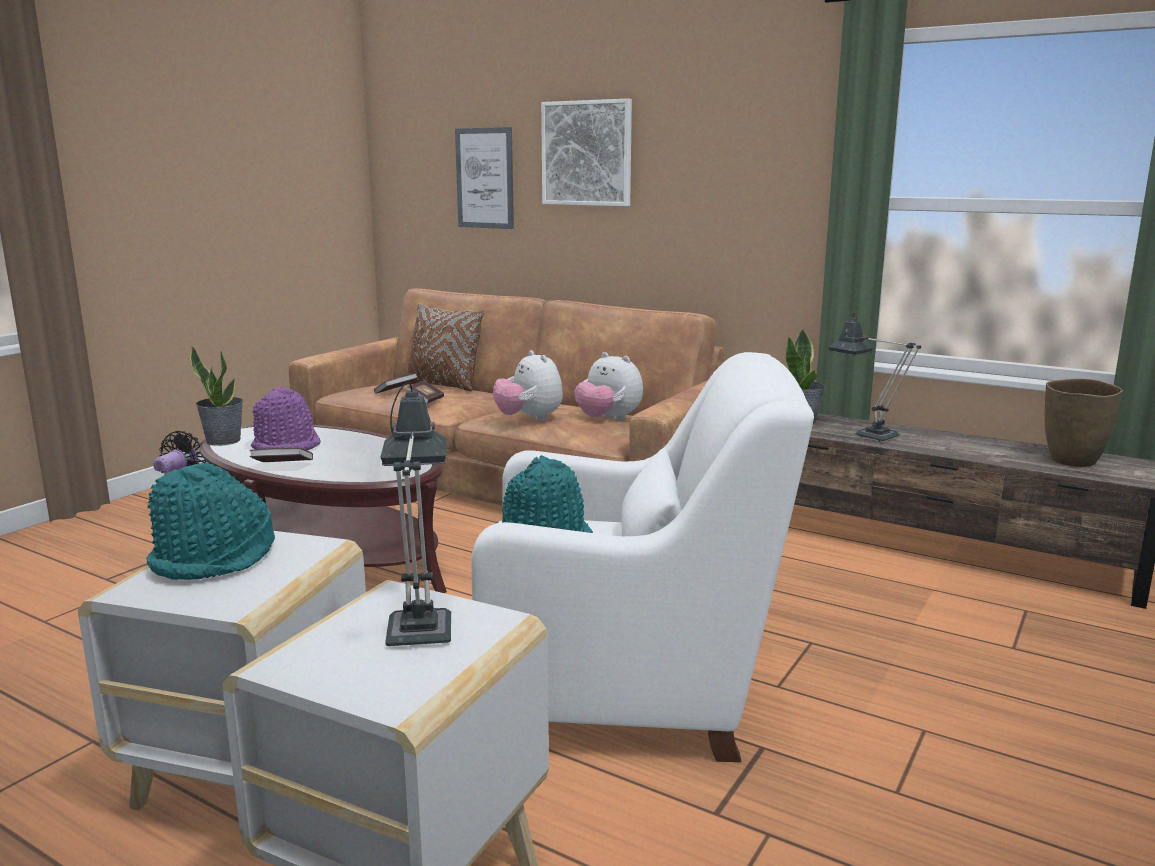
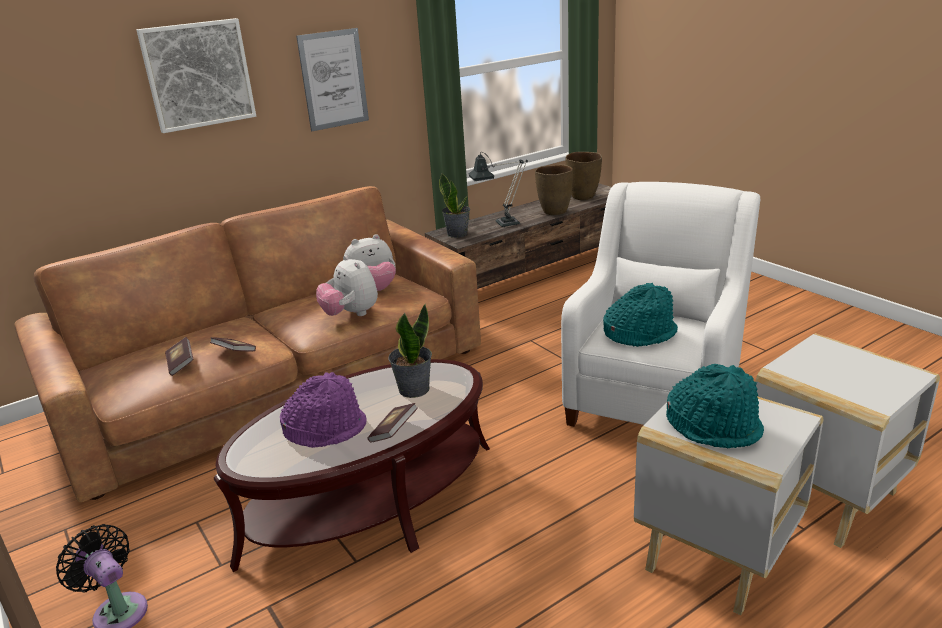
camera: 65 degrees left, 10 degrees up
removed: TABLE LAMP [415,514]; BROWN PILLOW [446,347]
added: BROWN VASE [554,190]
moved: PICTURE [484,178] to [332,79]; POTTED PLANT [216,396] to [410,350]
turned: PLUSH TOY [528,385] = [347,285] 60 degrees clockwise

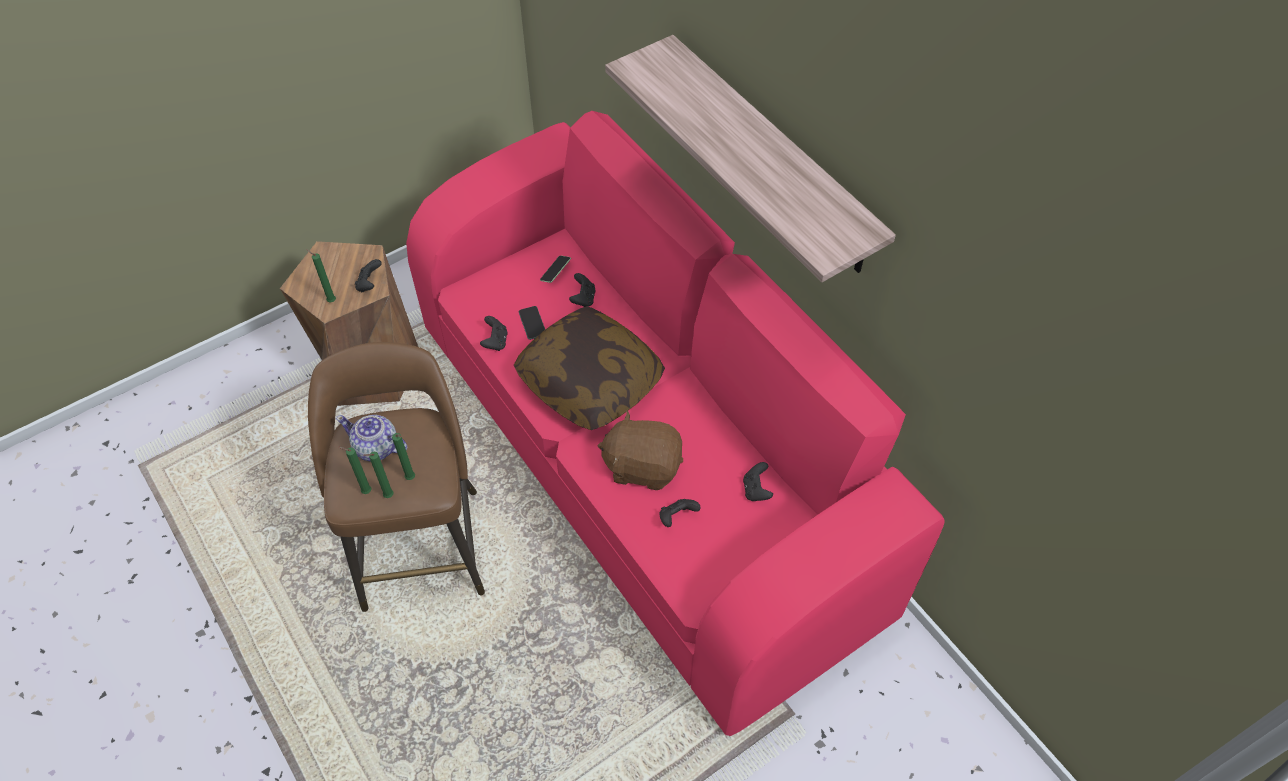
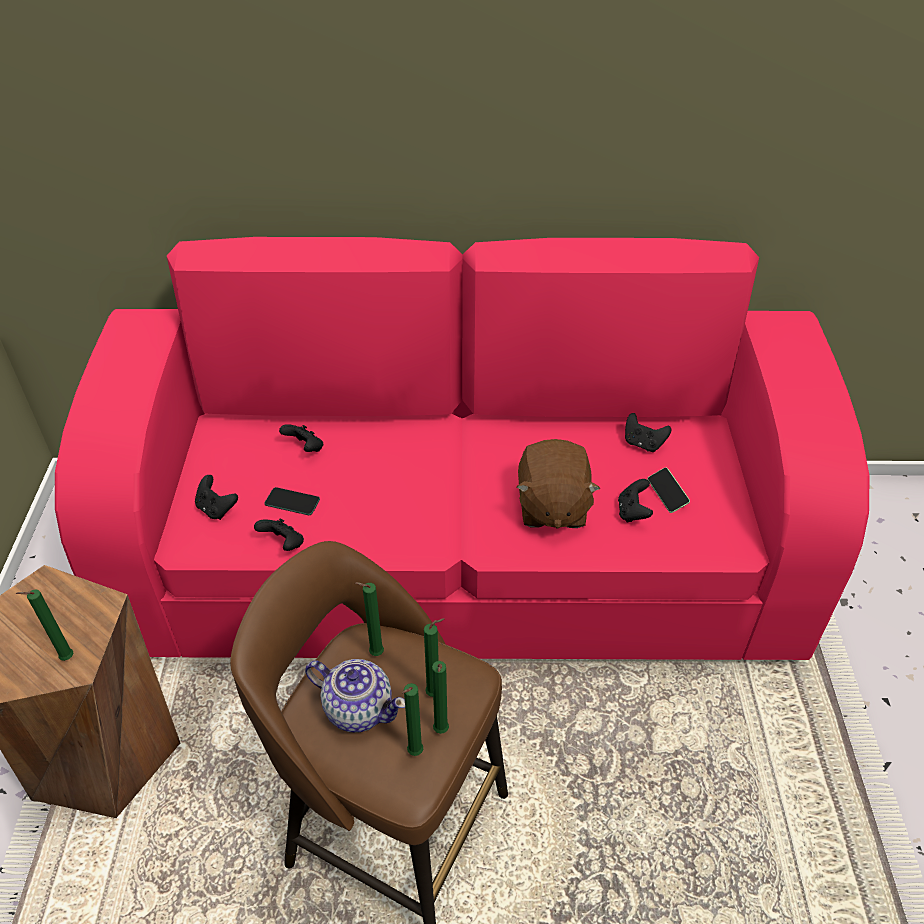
camera: 55 degrees left, 10 degrees down
removed: PILLOW [589,368]; SHELF [750,158]
added: GREEN CANDLE [369,619]
moved: BLACK GAME CONTROLLER [368,275] to [216,497]; PHONE [555,269] to [668,490]
turned: TEAPOT [371,438] = [355,696] 120 degrees counterclockwise; BROWN PLUSH TOY [640,450] = [558,484] 45 degrees counterclockwise

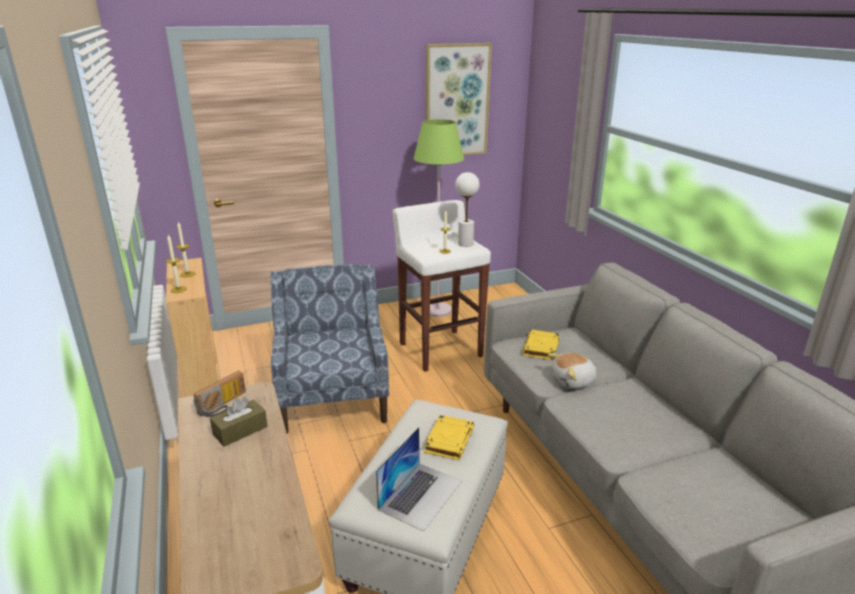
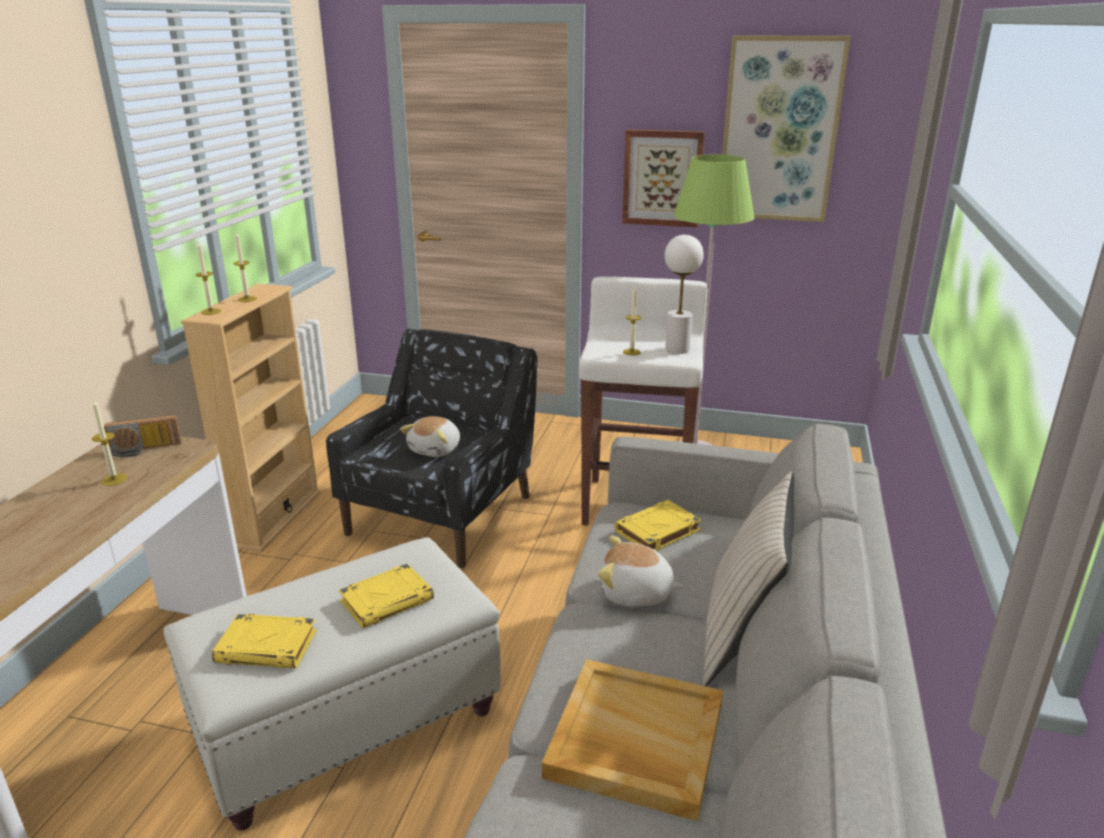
camera: 35 degrees right, 0 degrees up
added: PLUSH TOY [430,436]; BEIGE TRAY [632,740]; PICTURE [663,178]; BEIGE PILLOW [748,579]
replaced: BROWN TISSUE BOX [239,422] to CANDLE [109,442]; LAPTOP [419,479] to YELLOW BOOK [264,641]
recoloured: BLUE ARMCHAIR [329,348] to BLACK ARMCHAIR [431,448]

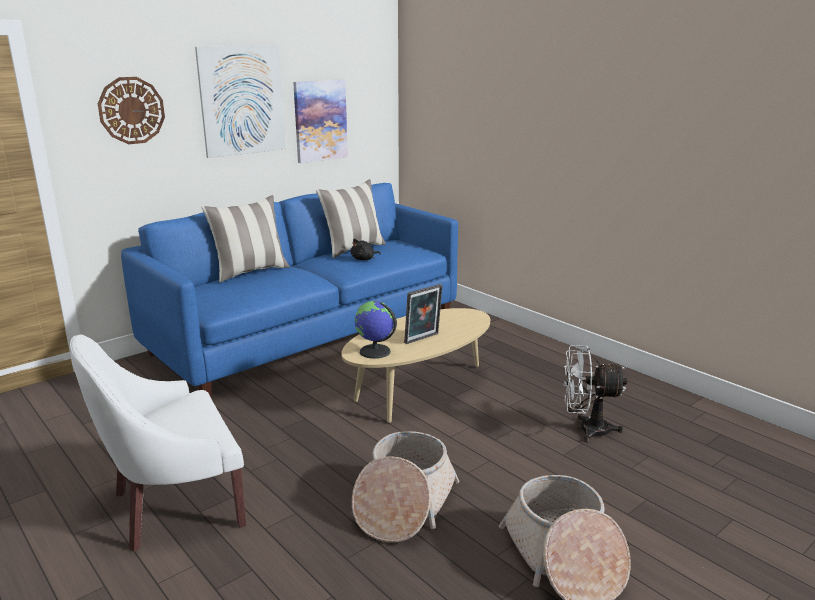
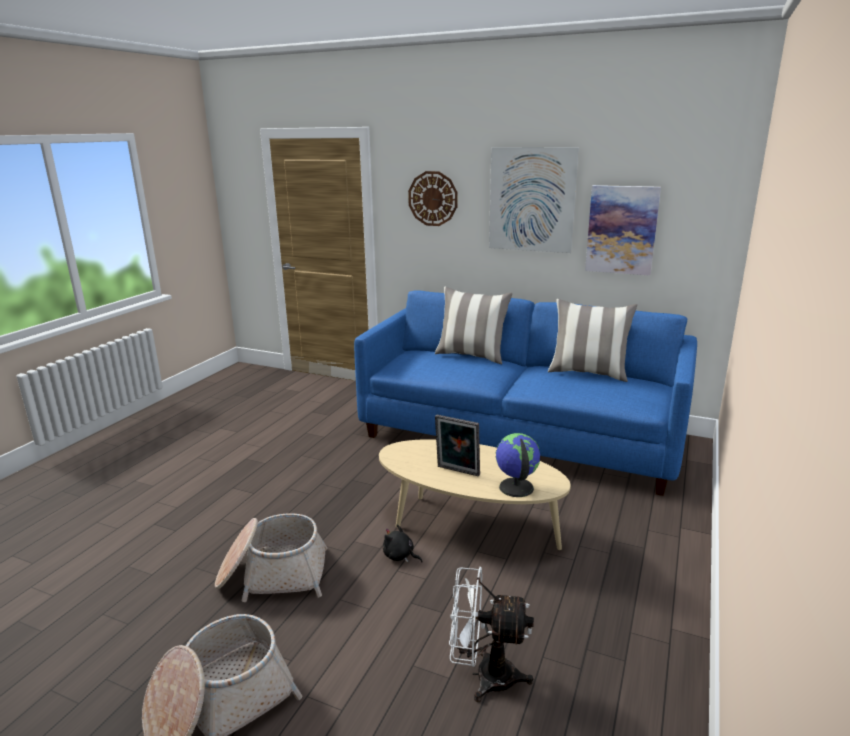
camera: 65 degrees right, 0 degrees up
removed: WHITE ARMCHAIR [158,443]
moved: BLACK PLUSH TOY [366,249] to [403,543]; GLOBE [376,330] to [517,465]
turned: WHITE FAN [595,394] = [491,634] 60 degrees counterclockwise

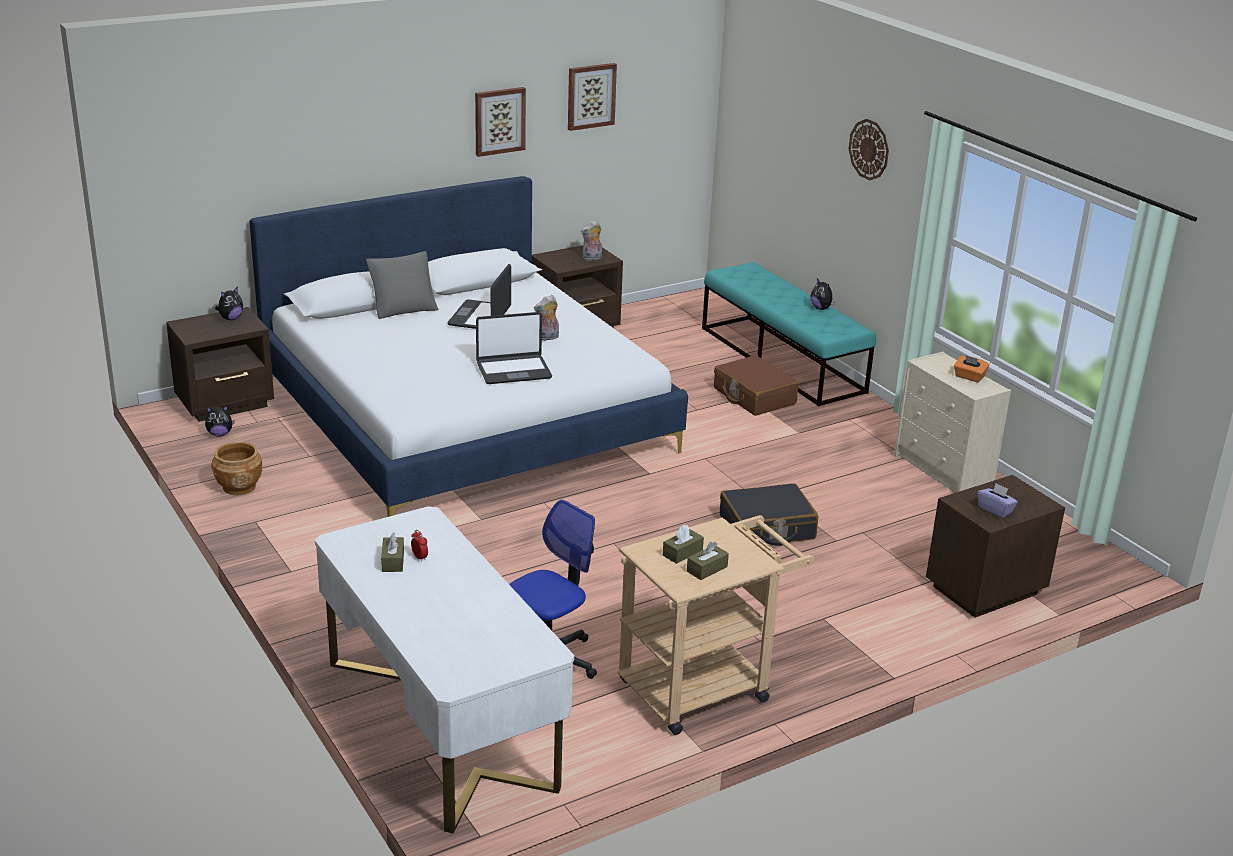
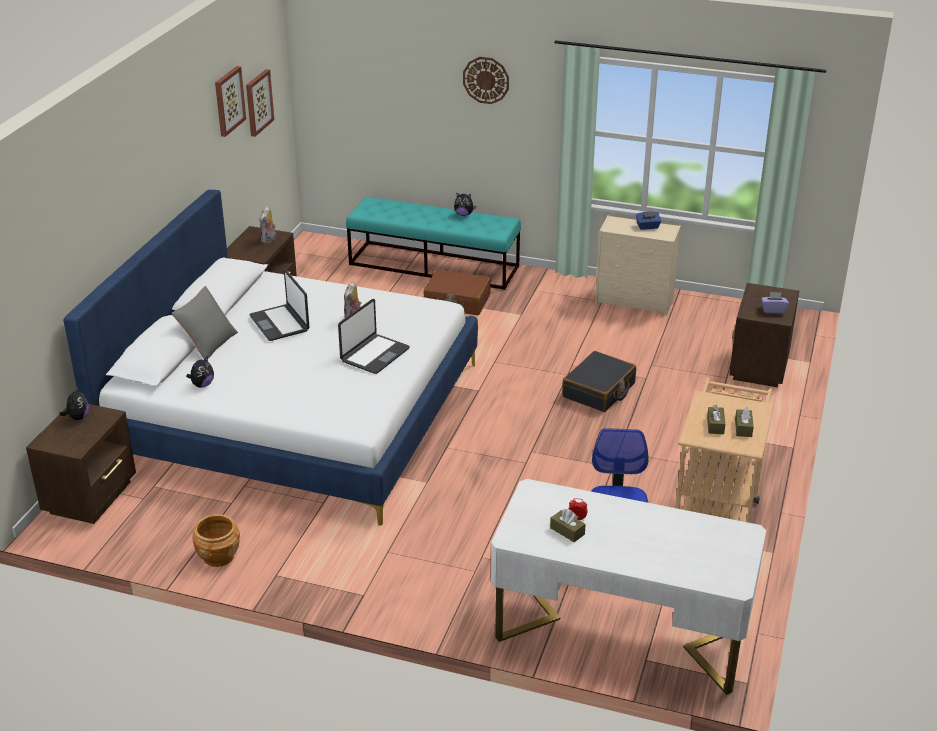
camera: 40 degrees left, 5 degrees up
moved: PLUSH TOY [220,421] to [200,371]; PICTURE [500,122] to [260,103]
recoloured: ORANGE TISSUE BOX [971,368] to BLUE TISSUE BOX [648,221]

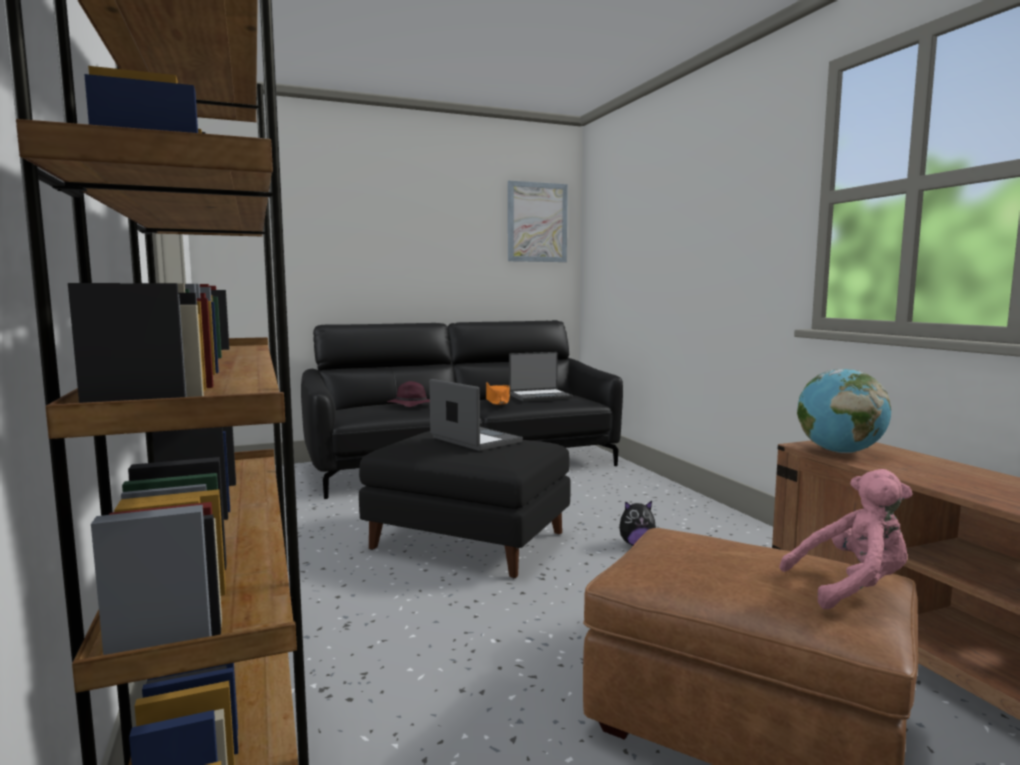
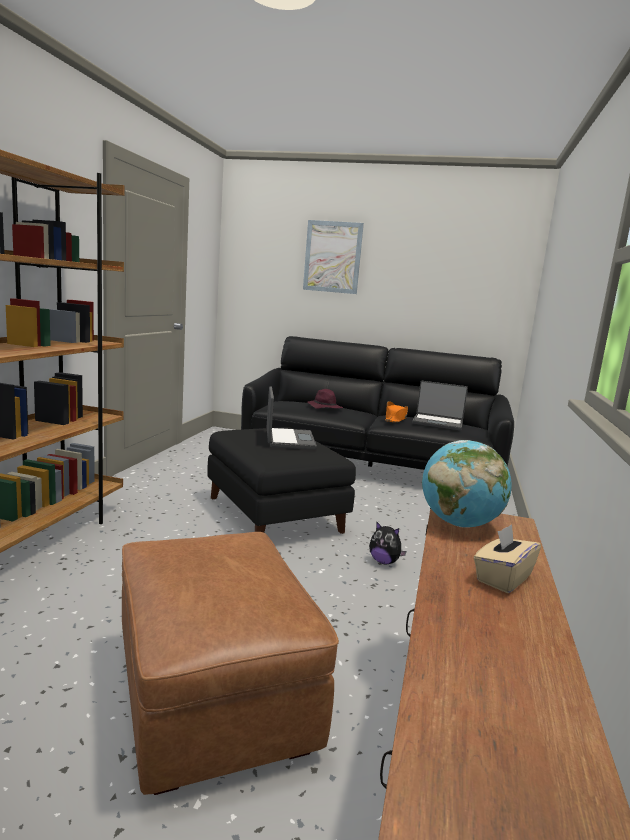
camera: 35 degrees right, 5 degrees up
removed: PINK PLUSH TOY [846,539]
added: BEIGE TISSUE BOX [507,558]
moved: PICTURE [538,221] to [333,257]

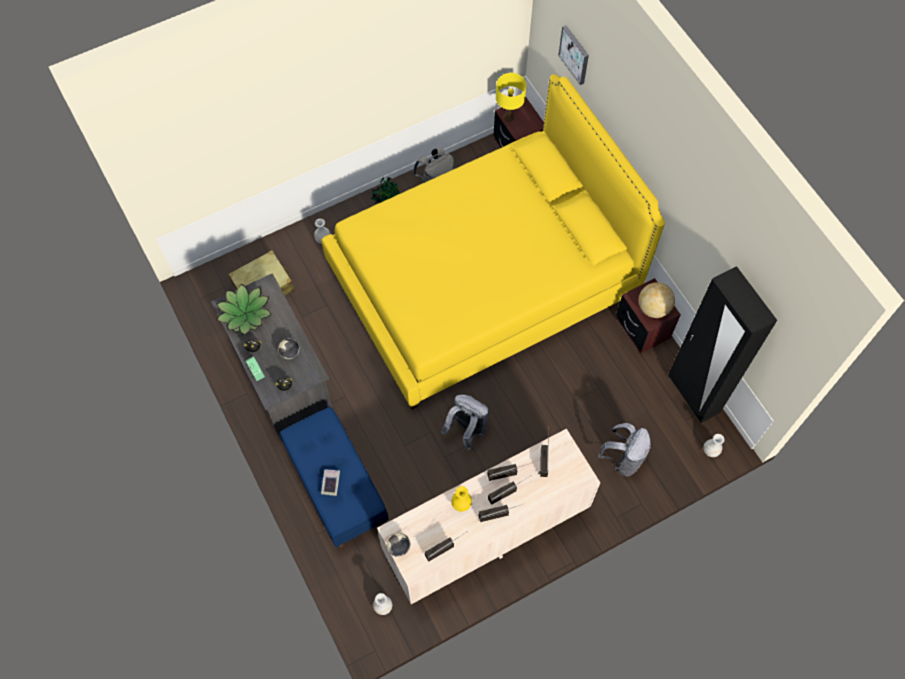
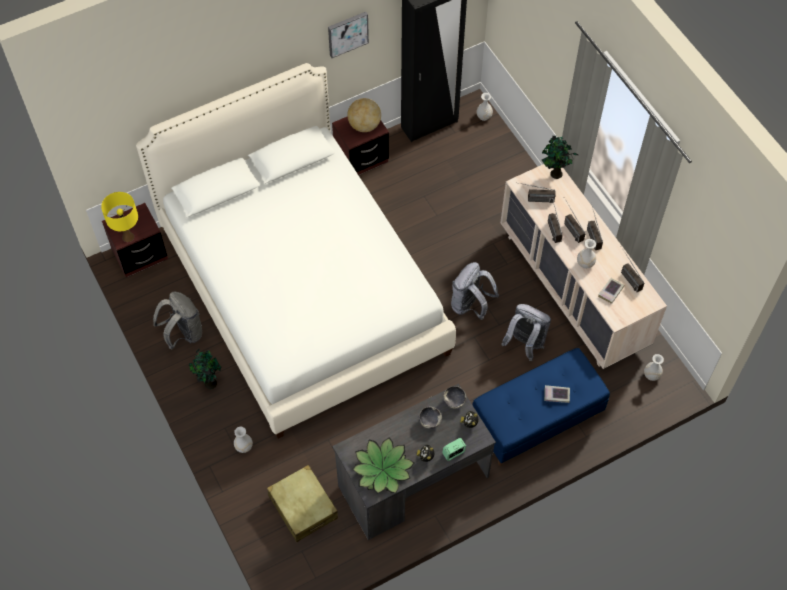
camera: 90 degrees left, 5 degrees down
added: POTTED PLANT [560,157]; BOOK [611,291]
moved: PICTURE [573,55] to [348,35]; BOWL [398,545] to [455,397]; GREY BACKPACK [624,449] to [526,332]
recoloured: YELLOW BED [493,241] to WHITE BED [296,251]; YELLOW VASE [461,499] to WHITE VASE [586,254]

